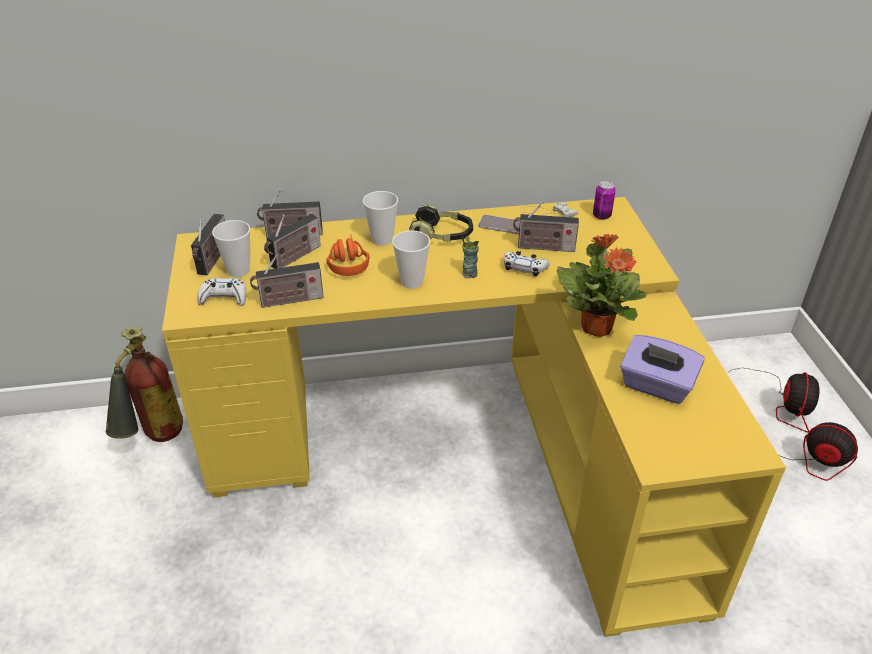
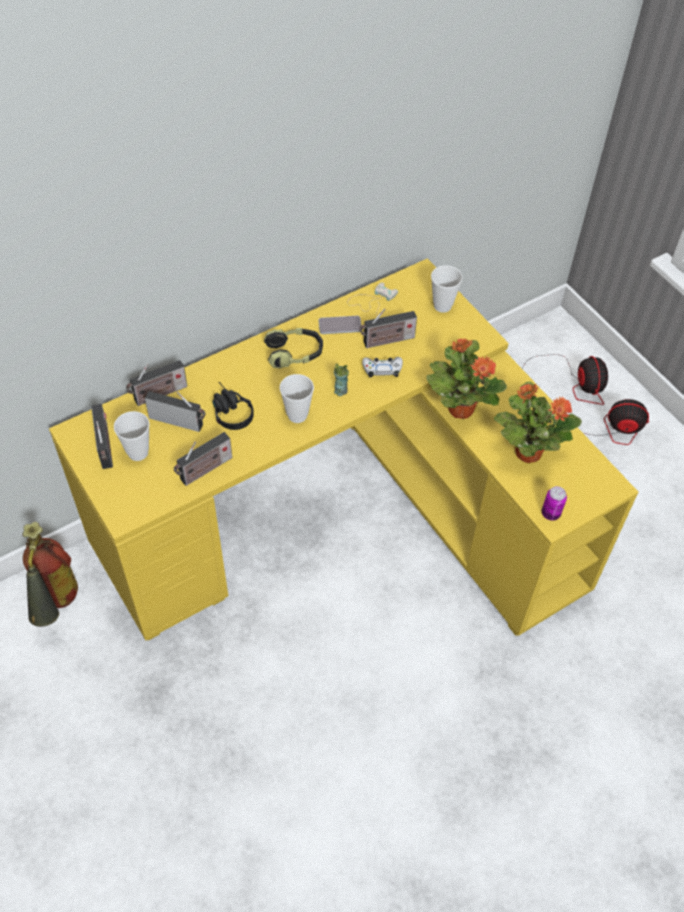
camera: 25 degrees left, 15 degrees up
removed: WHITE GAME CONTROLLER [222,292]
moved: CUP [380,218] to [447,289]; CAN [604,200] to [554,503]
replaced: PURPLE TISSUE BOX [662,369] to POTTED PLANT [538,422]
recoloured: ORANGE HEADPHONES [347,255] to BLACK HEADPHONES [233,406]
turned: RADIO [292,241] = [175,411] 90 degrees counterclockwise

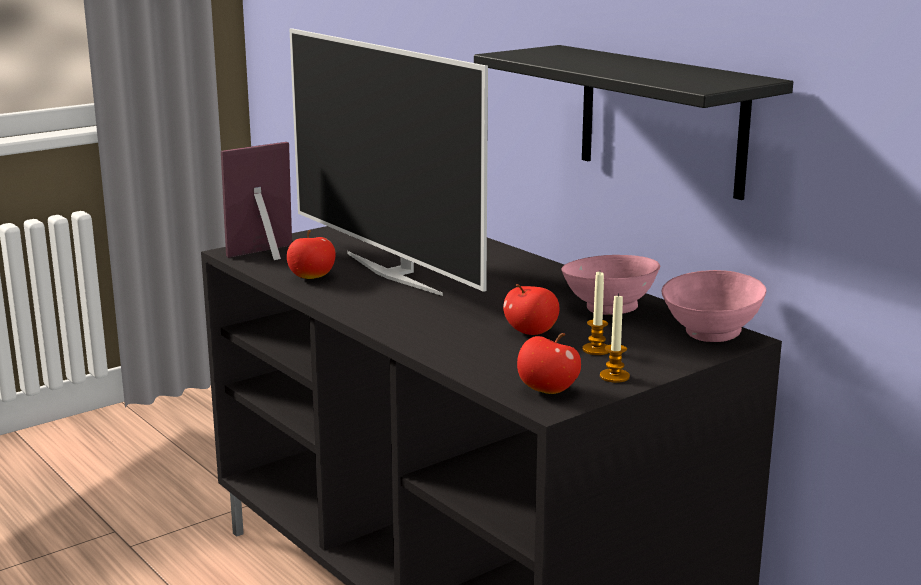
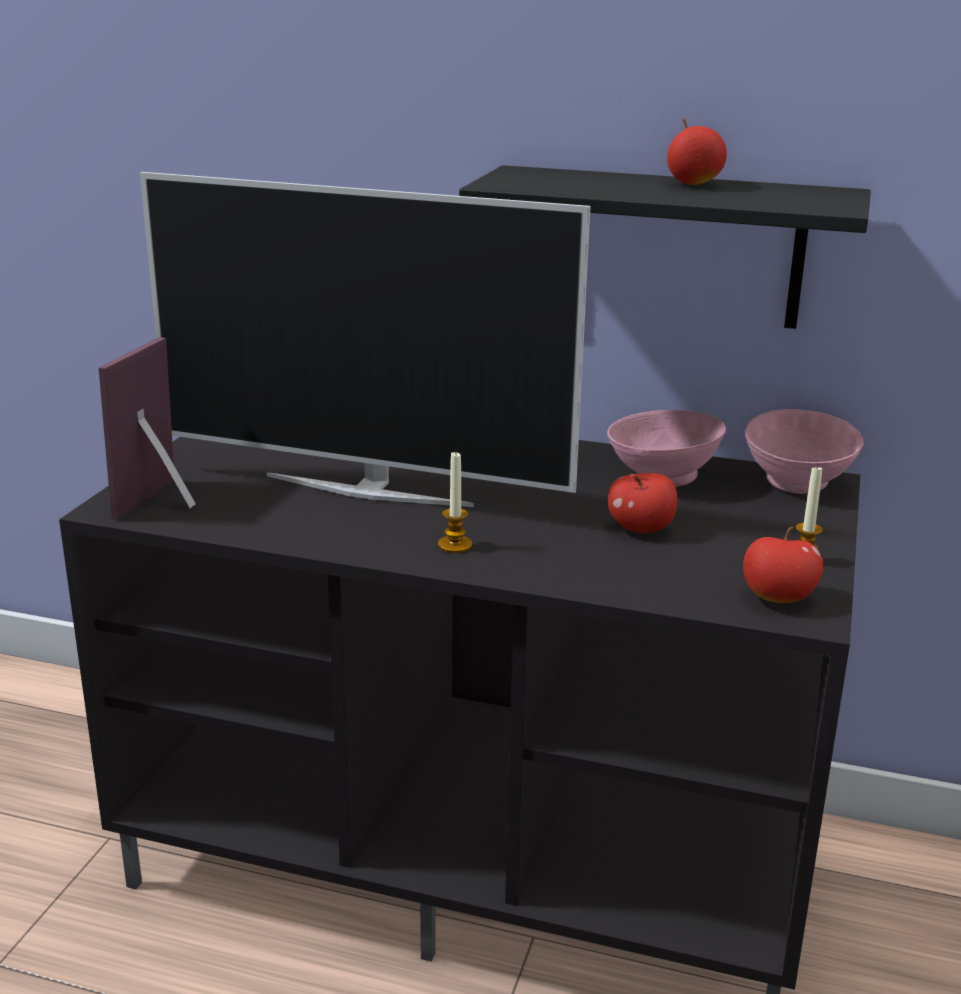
camera: 35 degrees left, 5 degrees up
moved: CANDLE [595,313] to [455,502]; APPLE [311,254] to [697,151]

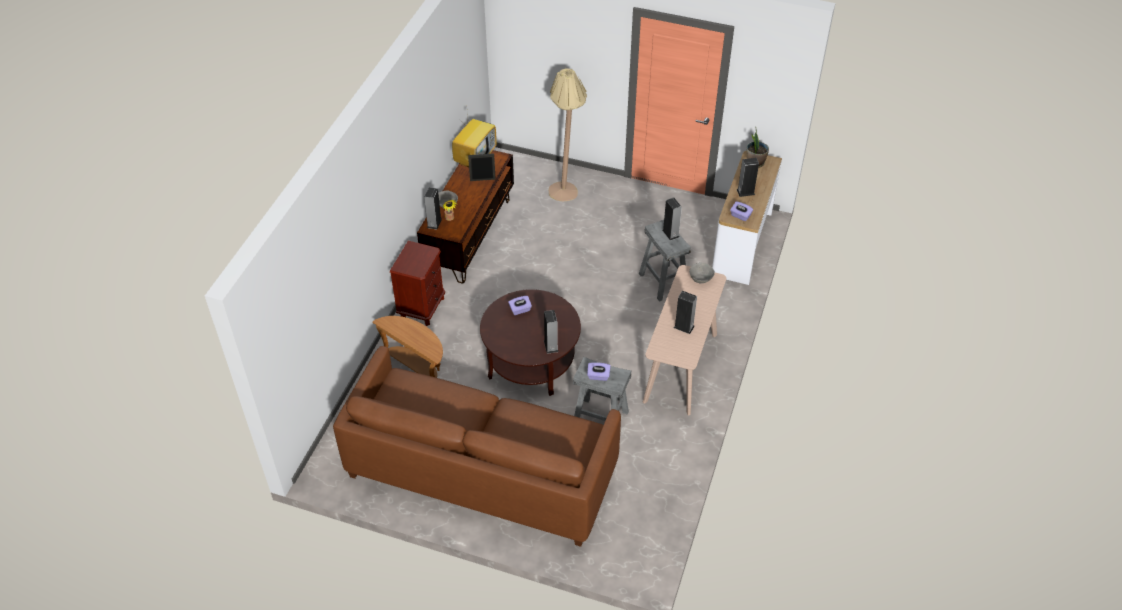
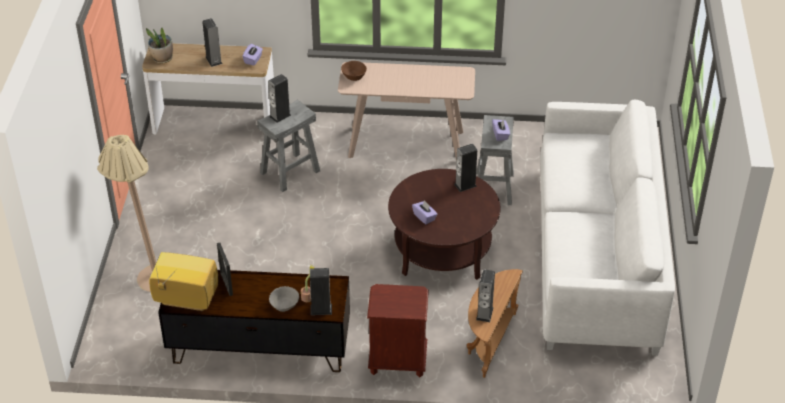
camera: 105 degrees left, 5 degrees down
moved: SPEAKER [685,312] to [485,296]
recoloured: GREY BOWL [702,273] to BROWN BOWL [354,71]; BROWN SOFA [477,446] to WHITE SOFA [607,228]

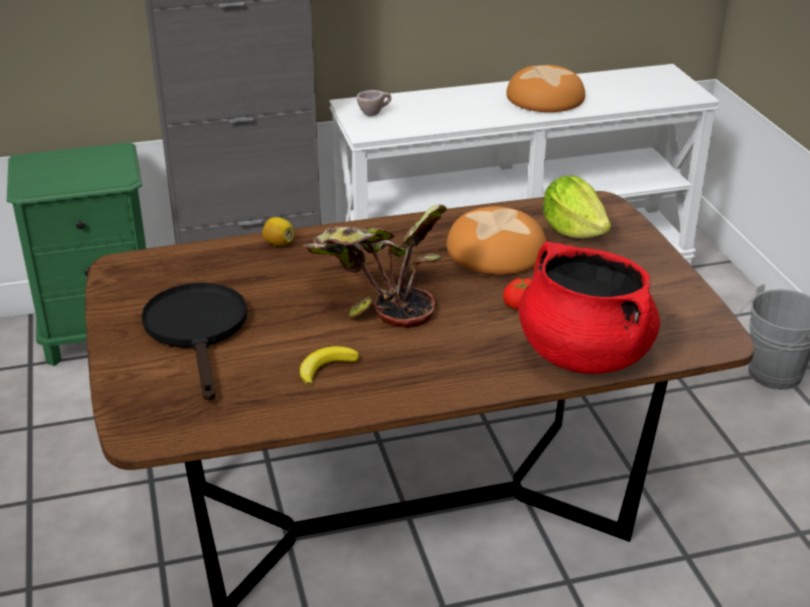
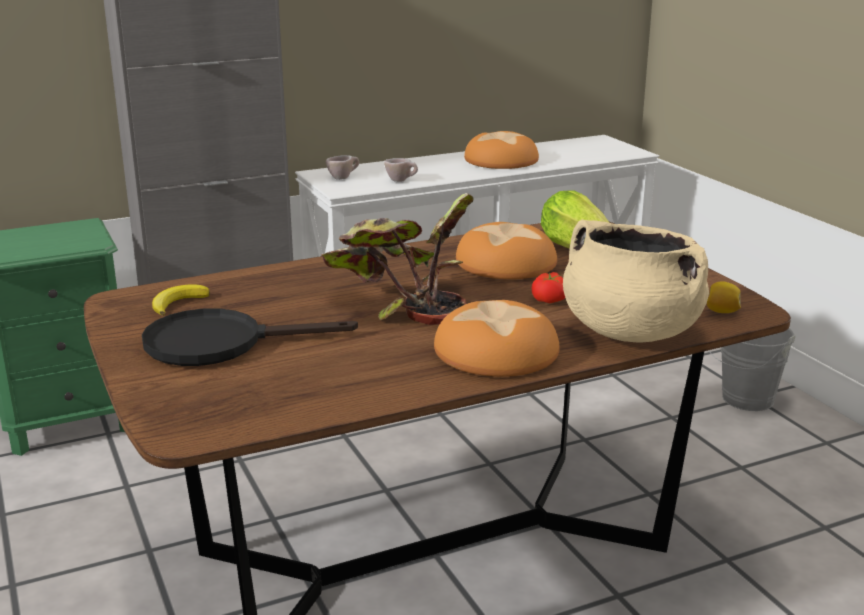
camera: 10 degrees left, 10 degrees down
added: BEIGE CUP [401,170]; BREAD [497,338]
moved: BANANA [329,366] to [181,300]; LEMON [278,231] to [724,297]
recoloured: RED COOKING POT [589,308] to BEIGE COOKING POT [636,280]
turned: BLACK FRYING PAN [194,342] = [250,337] 75 degrees counterclockwise

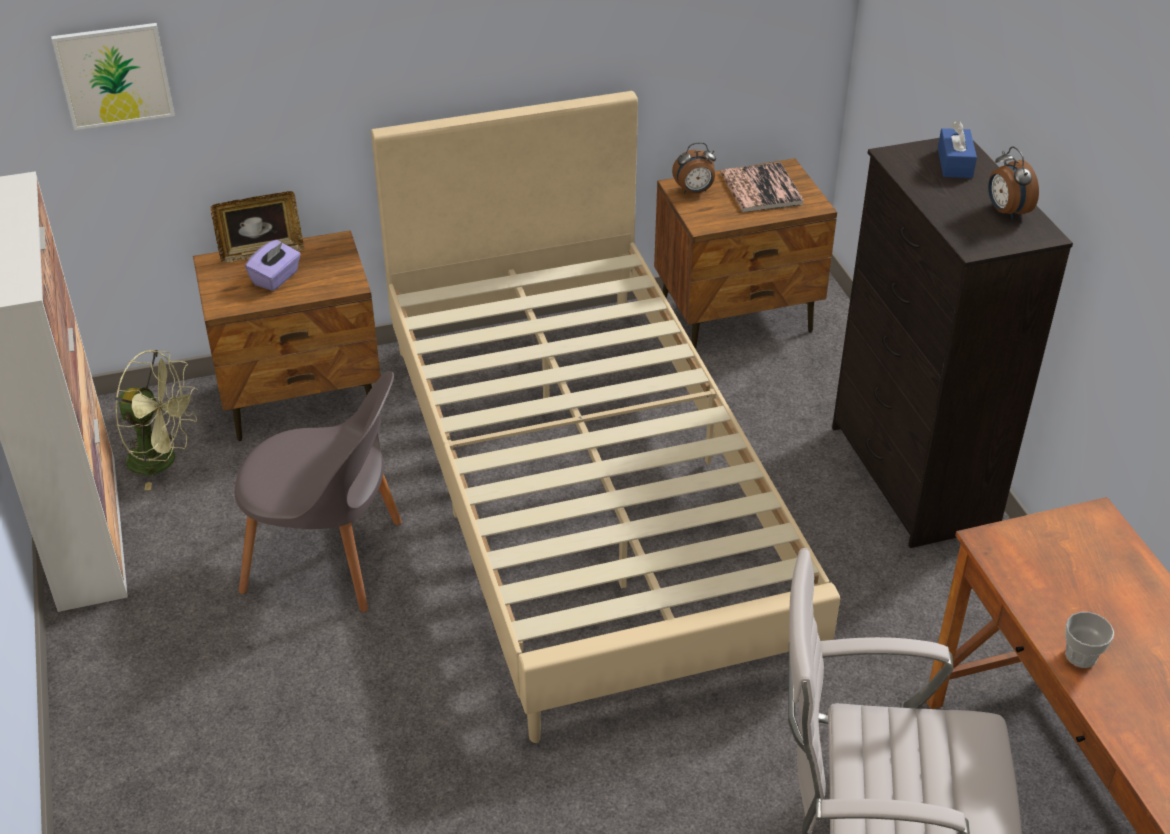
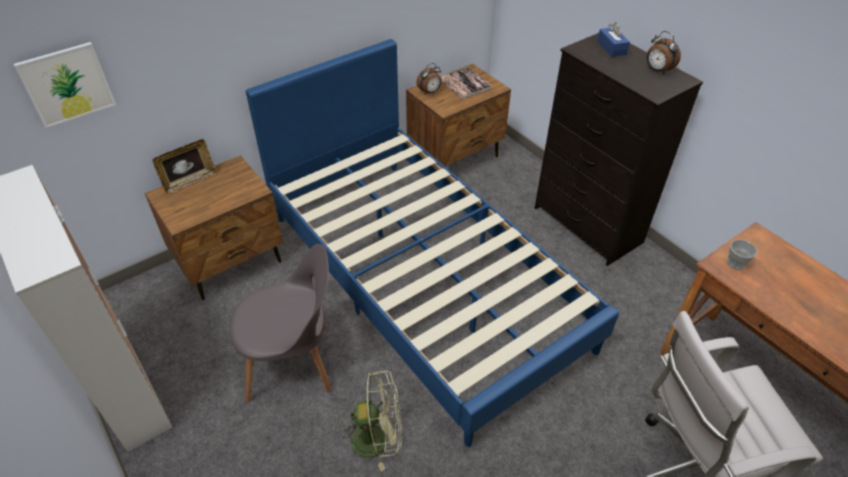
camera: 20 degrees left, 5 degrees up
removed: PURPLE TISSUE BOX [273,265]
moved: GREEN FAN [156,420] to [371,421]; CUP [1089,640] to [742,255]
recoloured: BEIGE BED [605,417] to BLUE BED [432,243]

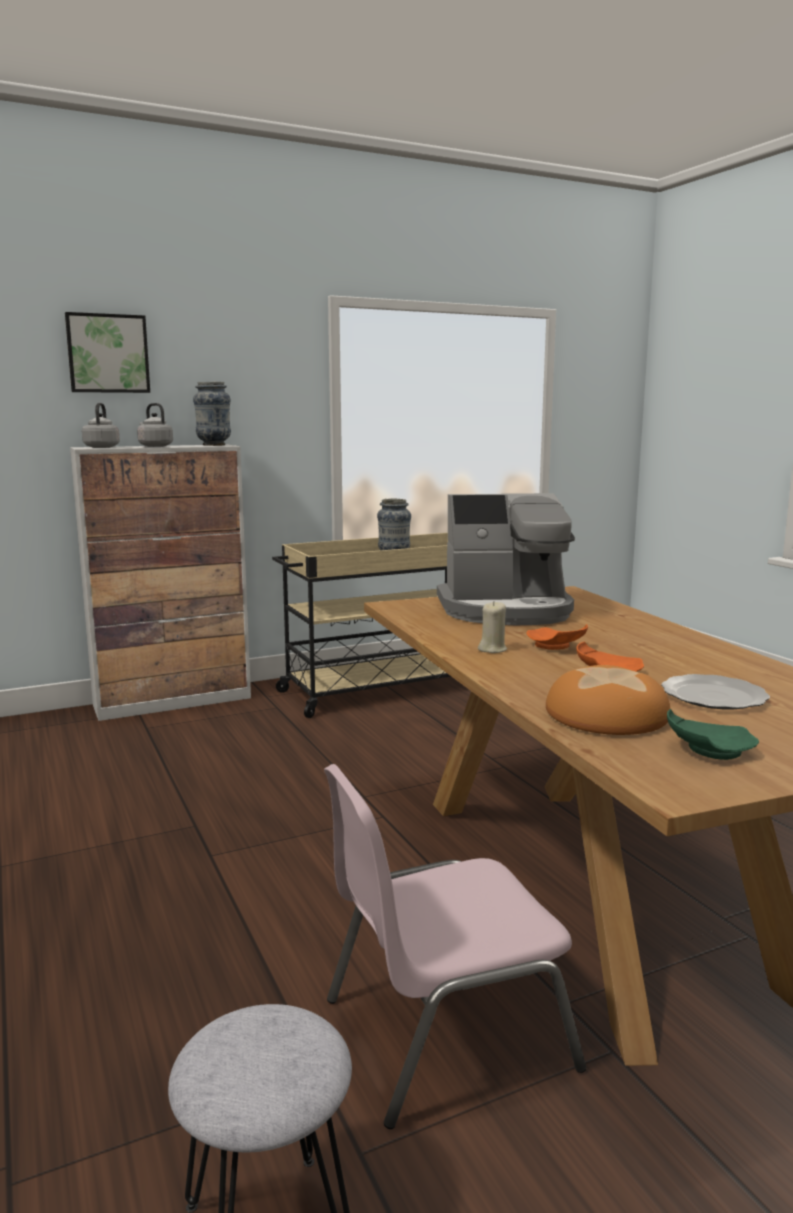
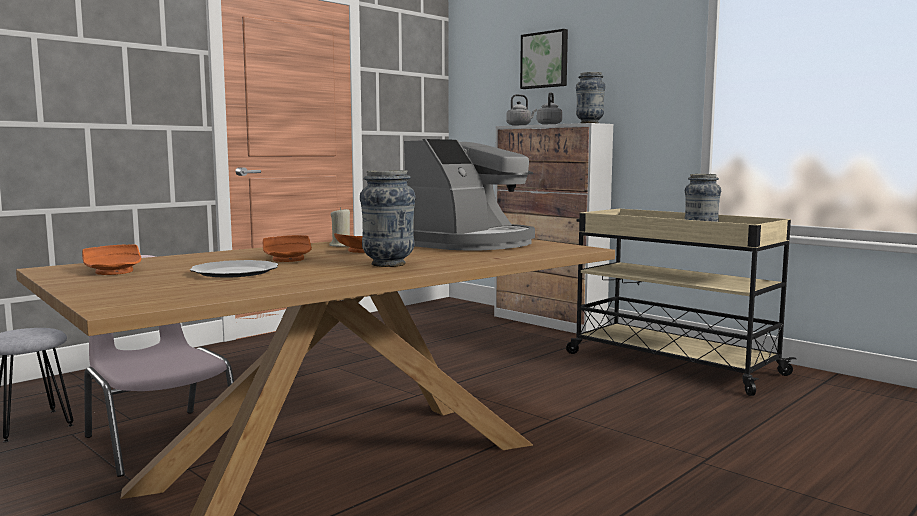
camera: 70 degrees right, 5 degrees down
removed: BREAD [608,700]
added: VASE [388,218]
recoloured: GREEN PLATE [713,734] to ORANGE PLATE [112,260]
turned: COFFEE MACHINE [506,559] = [469,194] 120 degrees counterclockwise

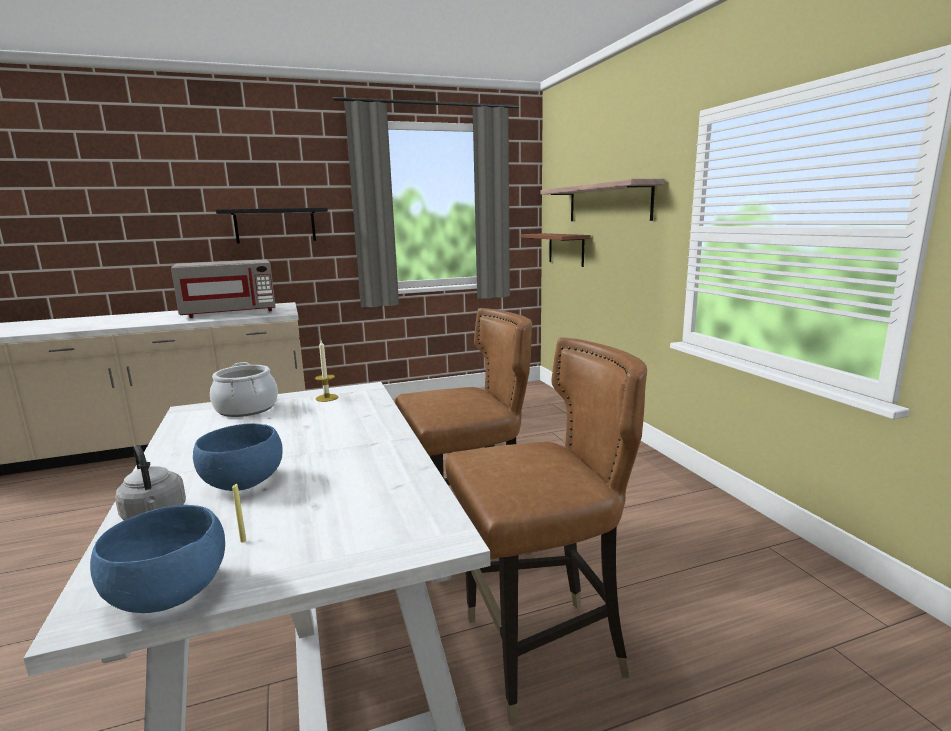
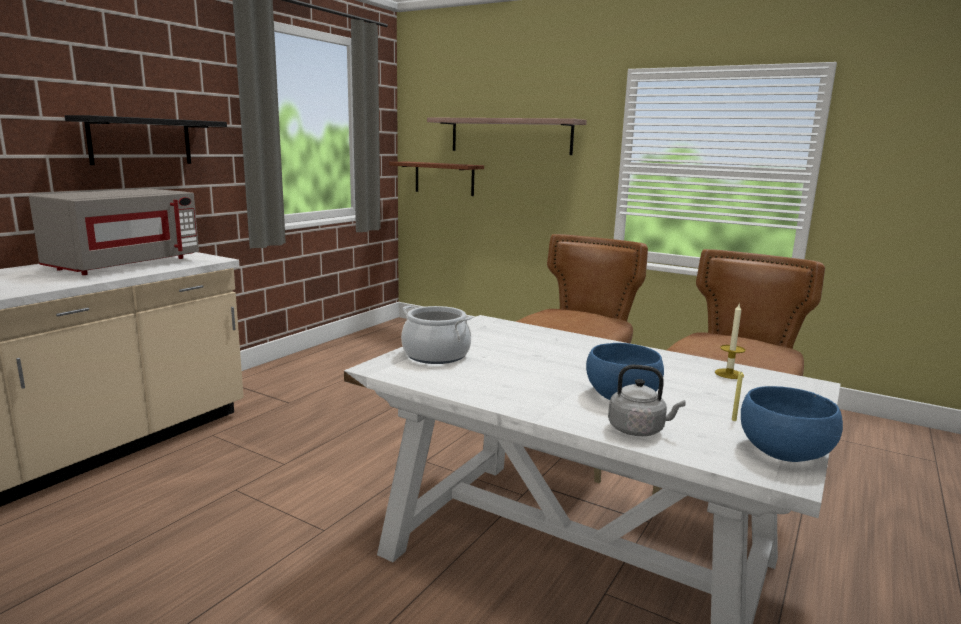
camera: 40 degrees left, 0 degrees up
moved: CANDLE [326,371] to [730,341]

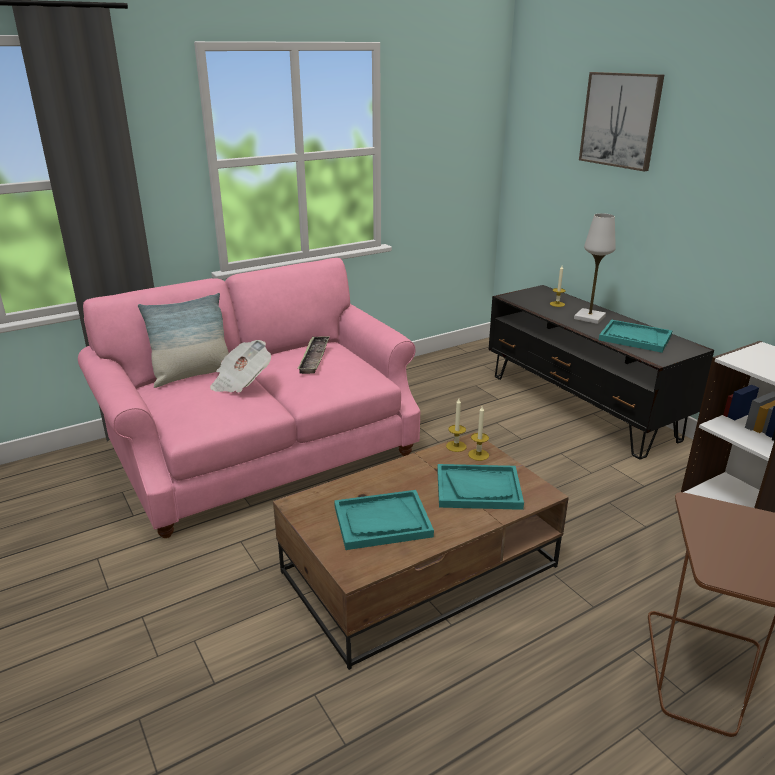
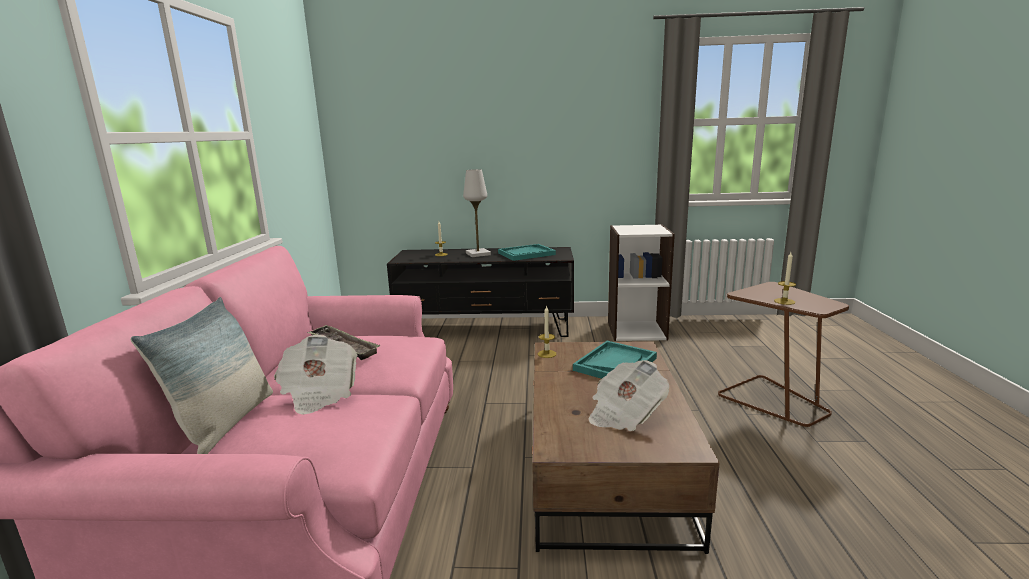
camera: 55 degrees left, 10 degrees down
removed: PICTURE [621,121]
moved: CANDLE [478,433] to [785,278]
replaced: TURQUOISE TRAY [384,520] to NEWSPAPER [628,395]

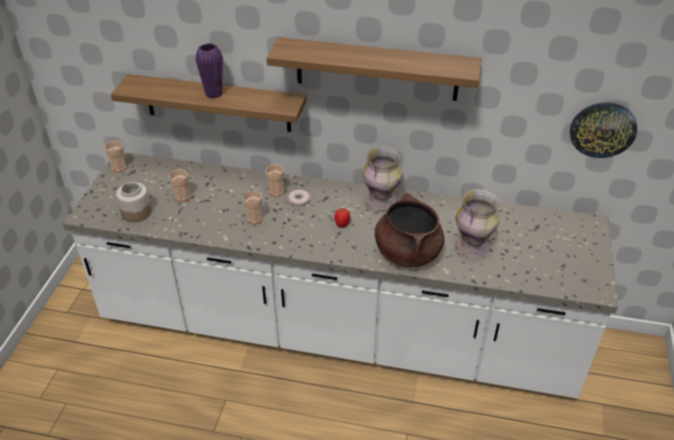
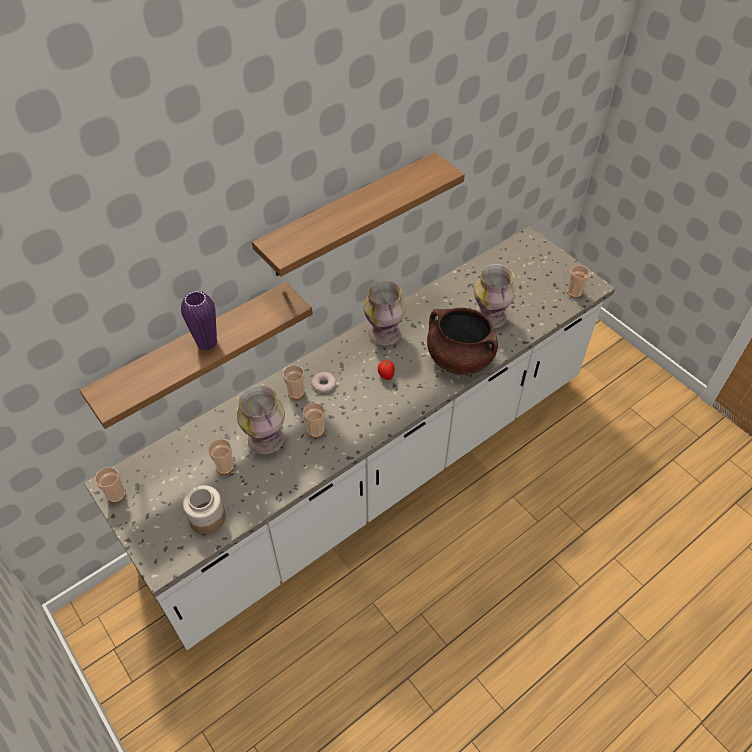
camera: 50 degrees left, 10 degrees up
removed: WALL CLOCK [603,130]
added: VASE [261,419]; CUP [578,282]

